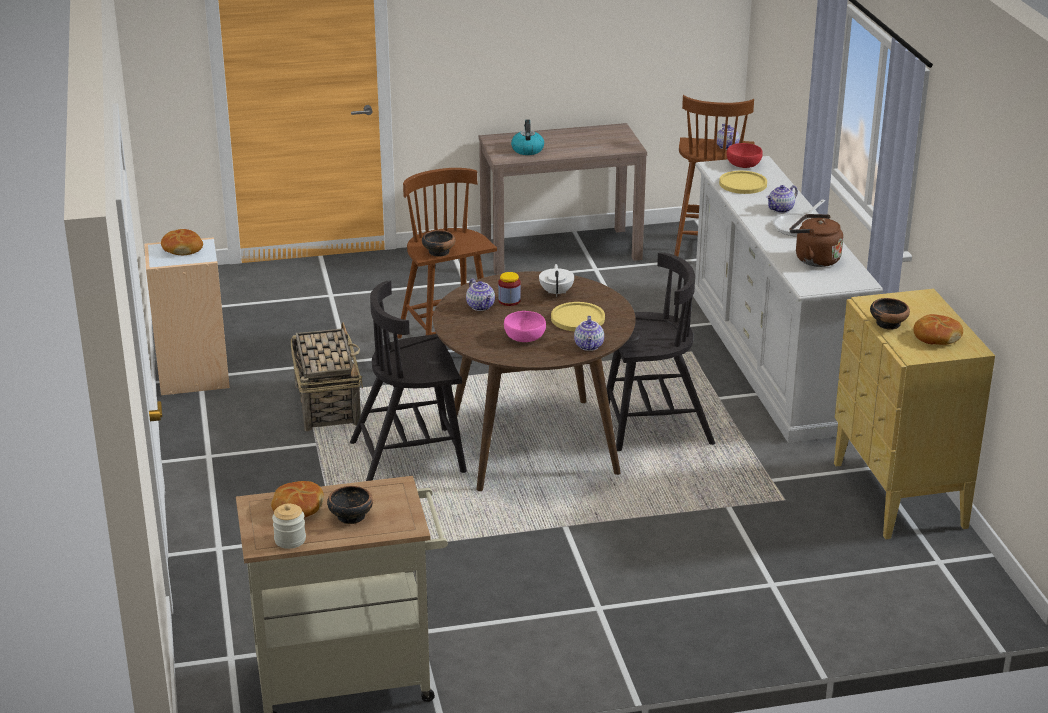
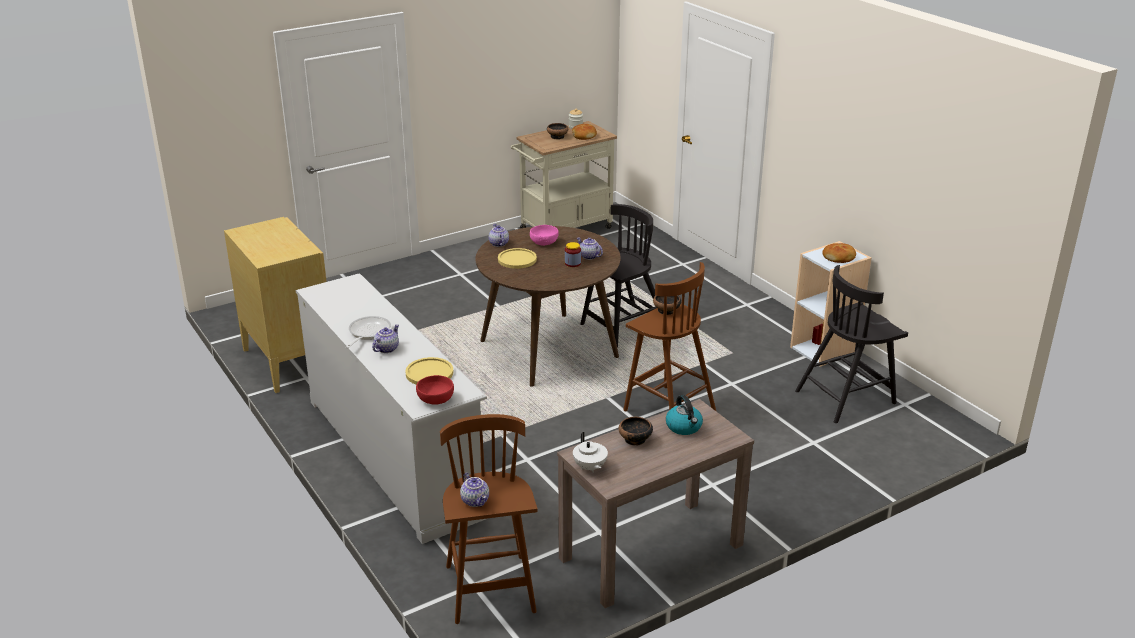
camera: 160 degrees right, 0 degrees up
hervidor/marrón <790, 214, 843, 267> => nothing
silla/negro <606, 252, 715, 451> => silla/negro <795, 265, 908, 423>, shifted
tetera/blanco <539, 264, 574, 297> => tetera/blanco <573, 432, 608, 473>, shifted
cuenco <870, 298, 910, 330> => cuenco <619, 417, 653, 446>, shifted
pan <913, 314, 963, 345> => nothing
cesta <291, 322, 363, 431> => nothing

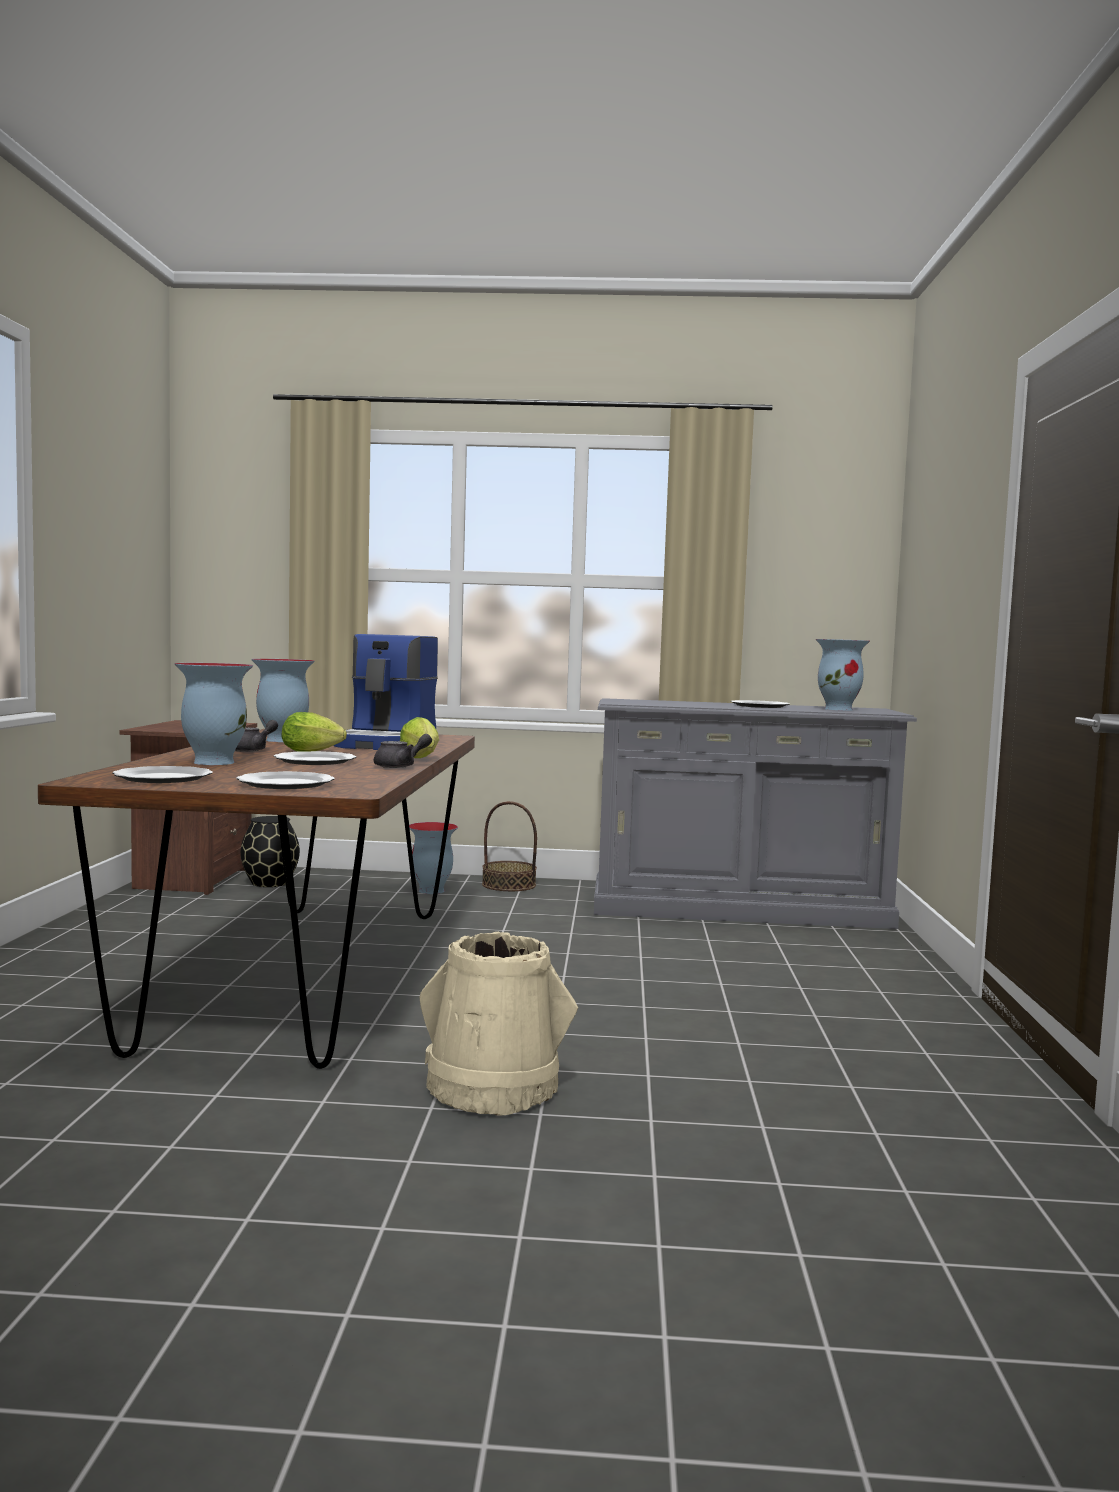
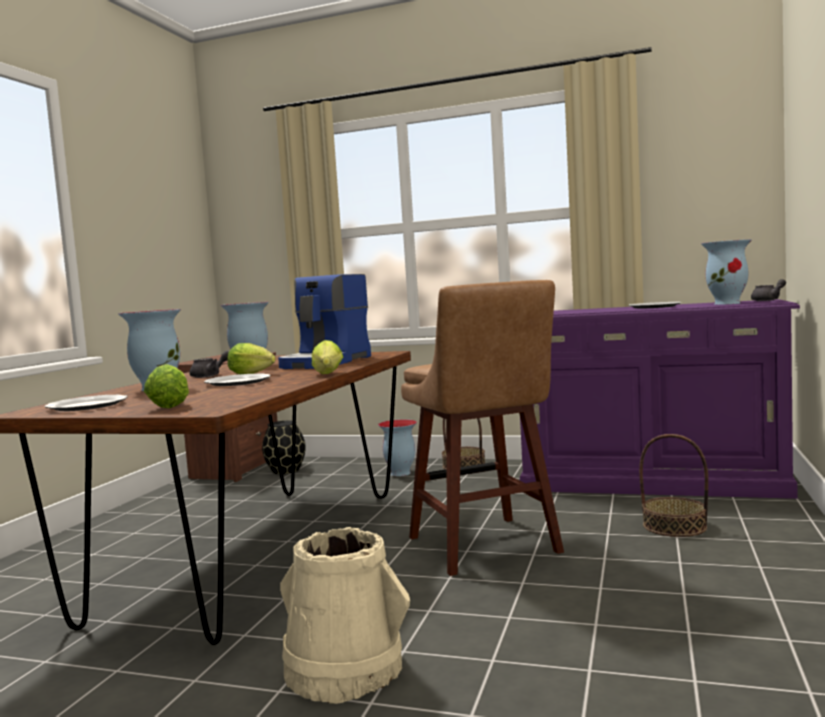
camera: 15 degrees right, 0 degrees up
armario/gris <594, 698, 917, 929> => armario/morado <520, 299, 800, 499>
tetera/gris <374, 734, 432, 768> => tetera/gris <751, 279, 786, 301>, shifted
plato <236, 771, 335, 789> => lechuga <144, 364, 189, 408>
nothing => taburete/marrón <401, 280, 564, 576>
nothing => cesta <639, 434, 708, 537>

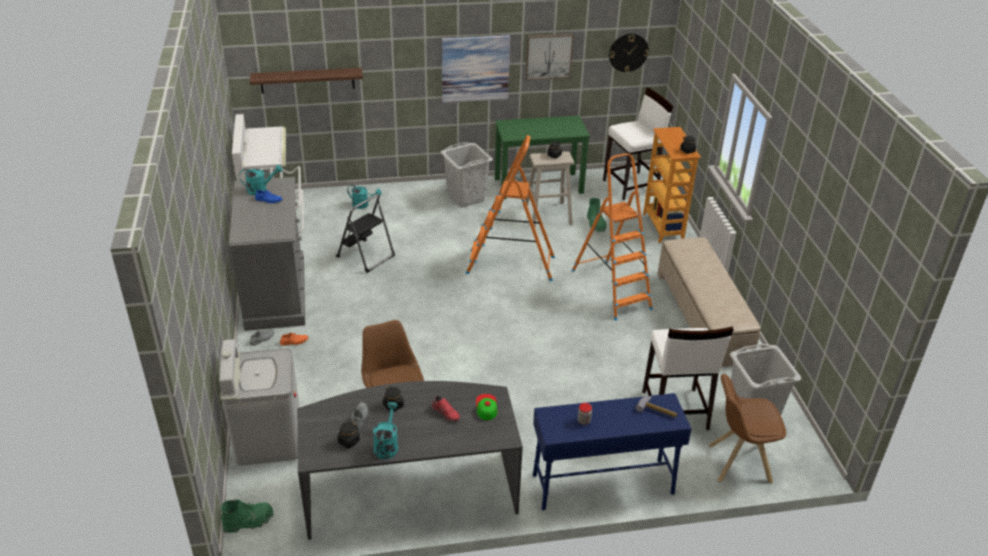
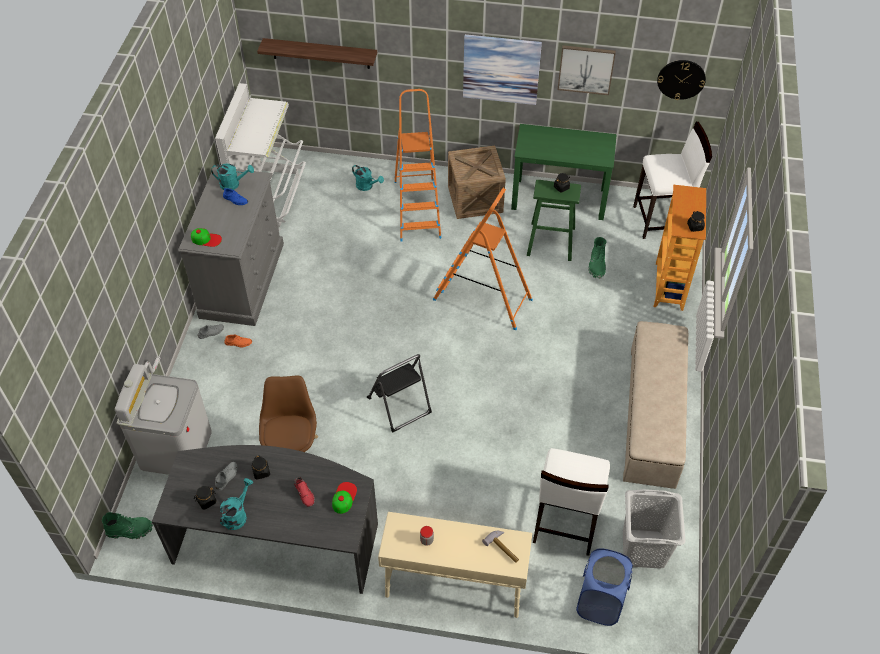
camera: 20 degrees right, 15 degrees up
cesto de la ropa/gris <441, 142, 493, 208> => caja de embalaje <448, 146, 506, 219>
taburete/beis <525, 151, 574, 228> => taburete/verde <527, 180, 581, 261>
escalera de tijera/naranja <572, 153, 652, 321> => escalera de tijera/naranja <394, 89, 441, 242>, shifted
escalera de tijera/negro <336, 194, 395, 273> => escalera de tijera/negro <367, 354, 432, 433>, shifted
silla/marrón <708, 374, 786, 484> => cesto de la ropa/azul <576, 548, 633, 626>
mesa consola/azul <533, 393, 692, 511> => mesa consola/beis <378, 512, 532, 618>
nothing => gorra <191, 228, 222, 247>

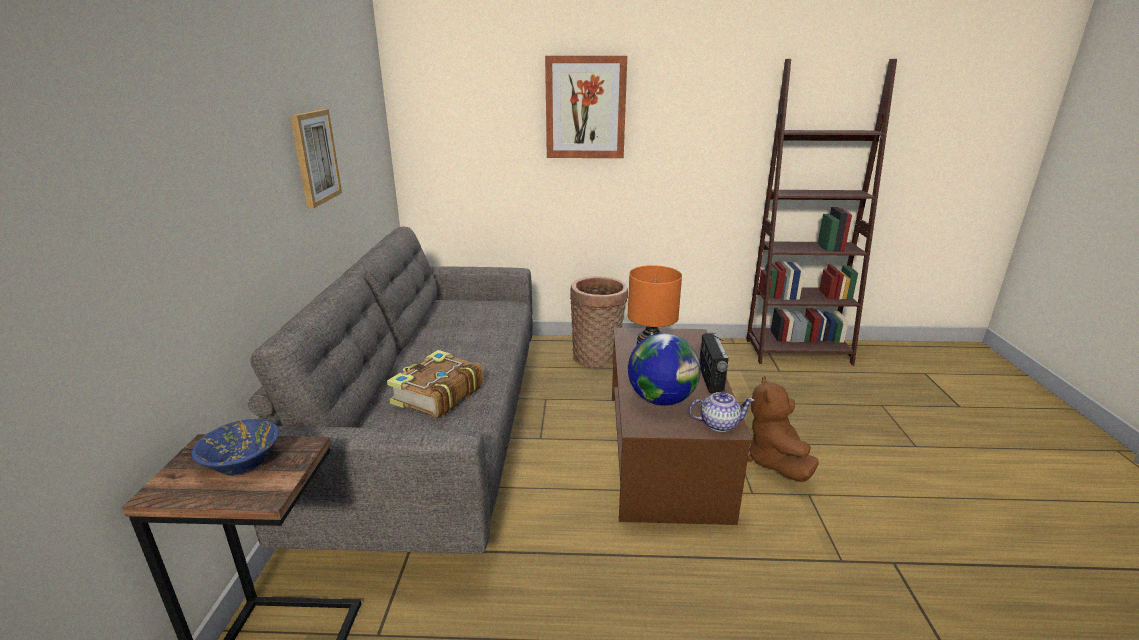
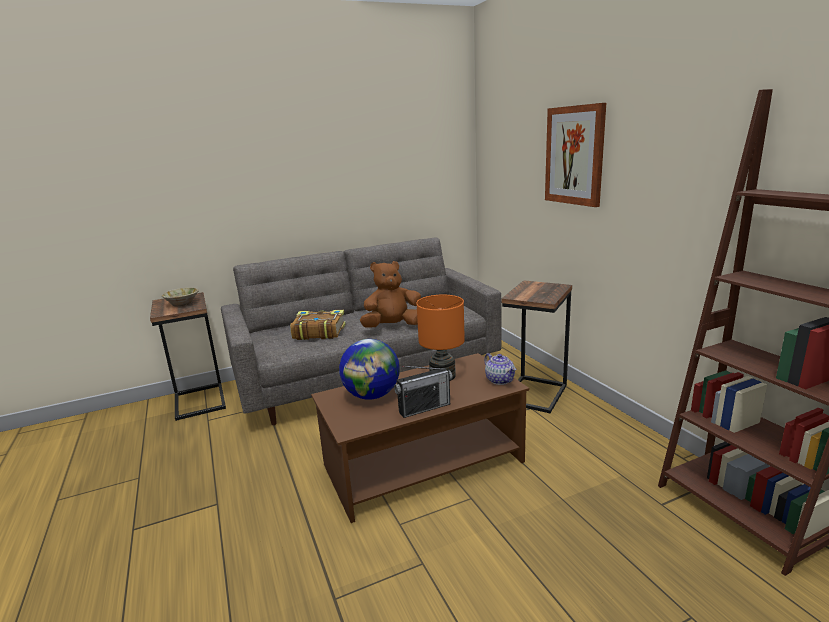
camera: 65 degrees right, 5 degrees down
cuadro <290, 109, 342, 208> => nothing
cesta <570, 276, 628, 367> => mesa auxiliar <502, 280, 572, 413>
peluche/marrón <748, 376, 818, 482> => peluche/marrón <360, 261, 421, 328>, shifted
tetera <689, 392, 755, 432> => tetera <484, 353, 516, 385>, shifted
cuenco/azul <191, 419, 279, 476> => cuenco/beis <162, 288, 199, 307>

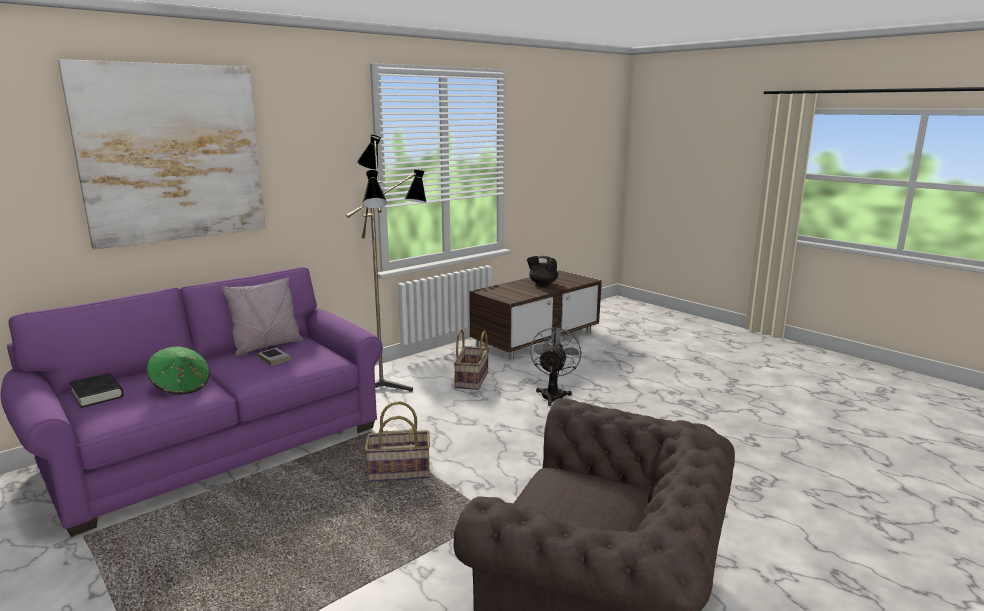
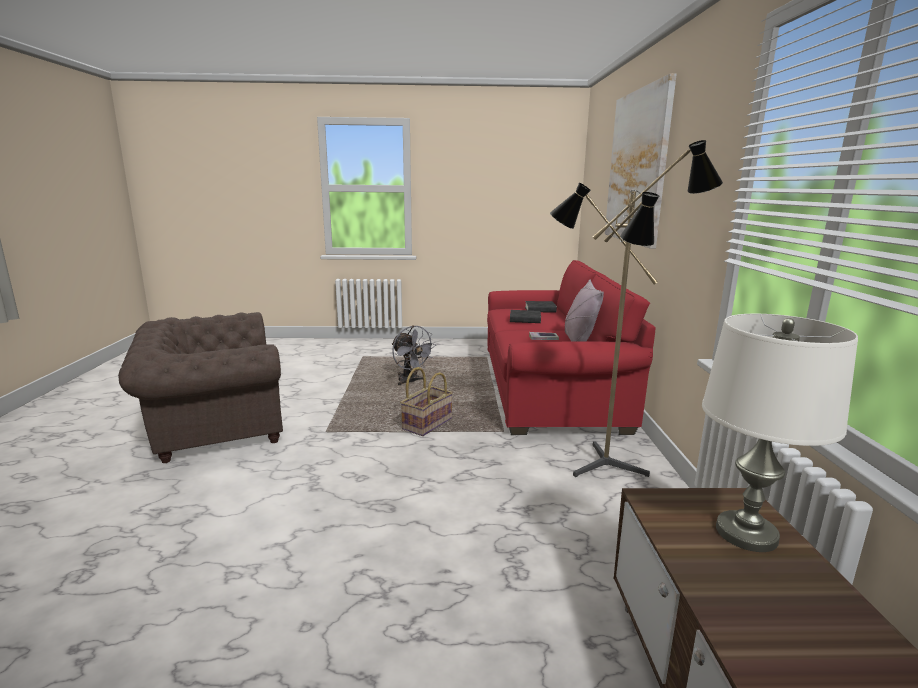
camera: 130 degrees right, 0 degrees up
tetera/negro <527, 256, 558, 285> => nothing
sofá/morado <0, 267, 383, 537> => sofá/rojo <487, 260, 656, 435>
ventilador/gris <530, 325, 582, 406> => ventilador/gris <392, 325, 436, 385>, shifted
cesta <453, 329, 489, 390> => nothing
sombrero/verde <147, 346, 210, 395> => libro/negro <510, 310, 541, 323>
nothing => lámpara de mesa/blanco <702, 314, 858, 552>

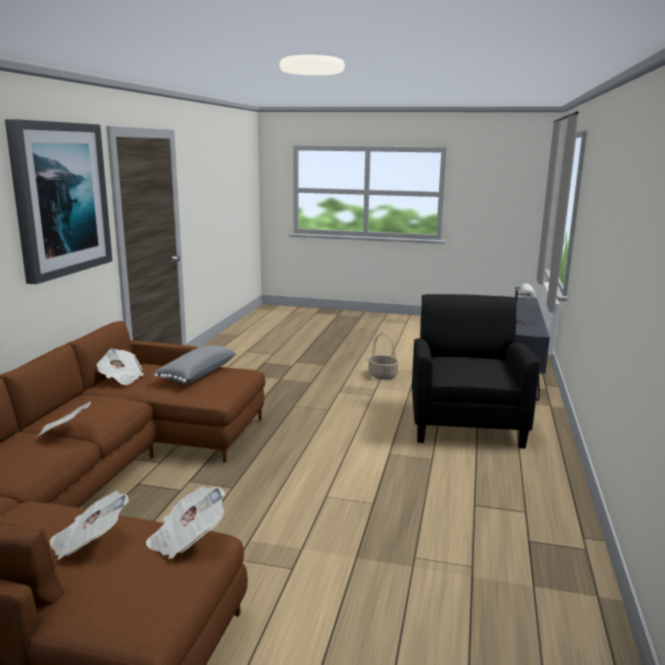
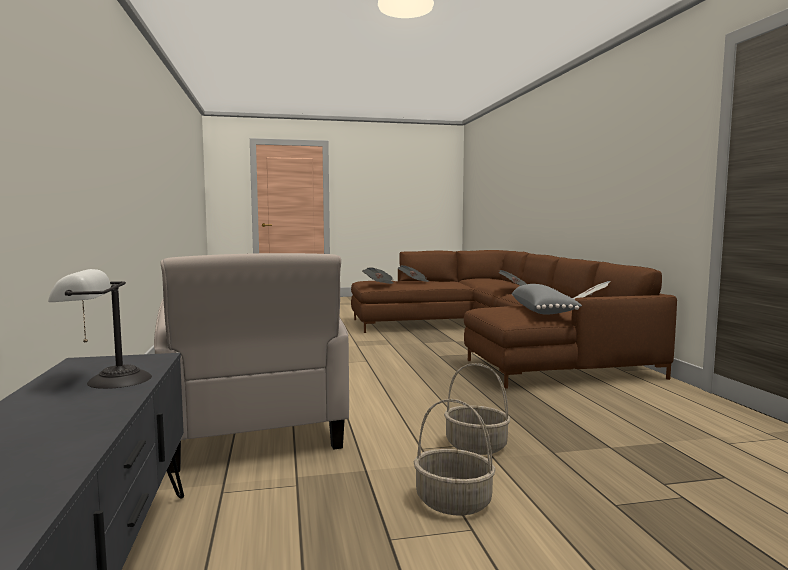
camera: 155 degrees right, 10 degrees down
cuadro <5, 119, 112, 284> => nothing
sillón/negro <412, 294, 541, 449> => sillón/beis <154, 253, 349, 473>
nothing => cesta <444, 363, 510, 455>

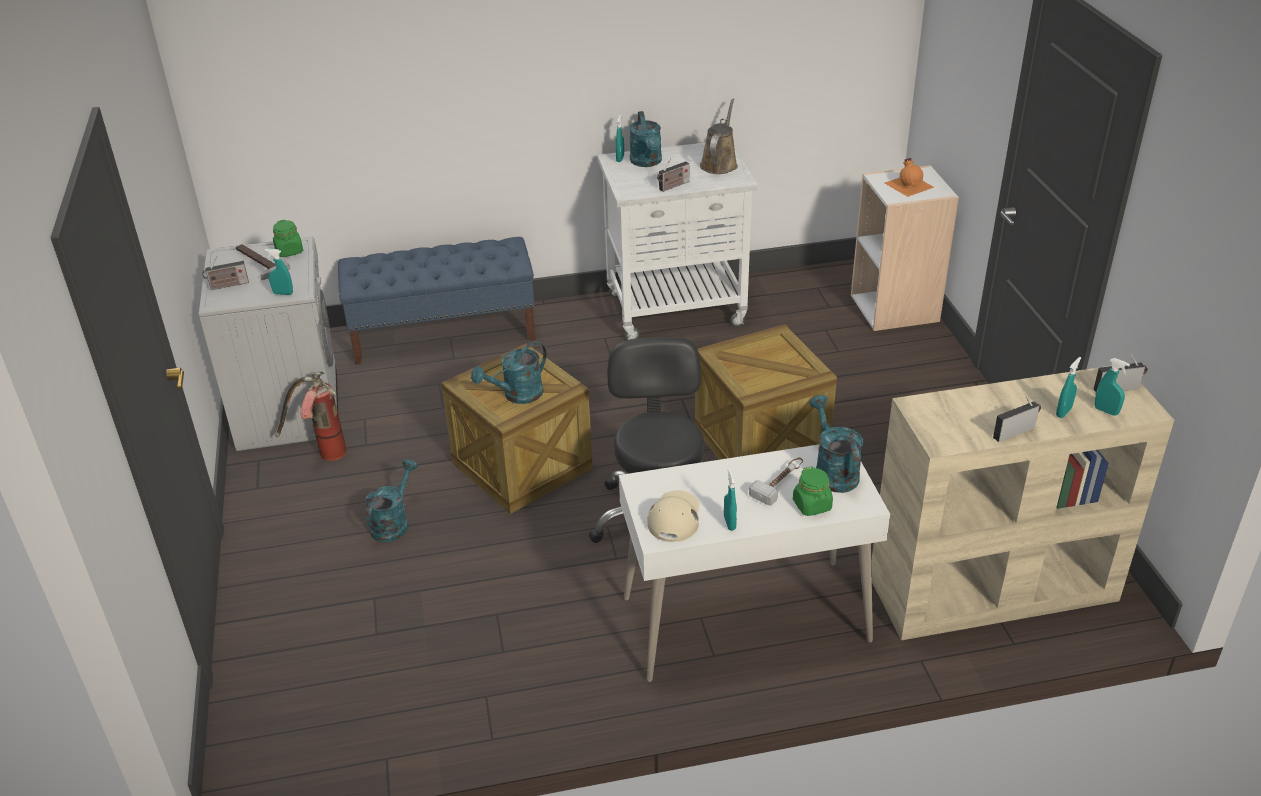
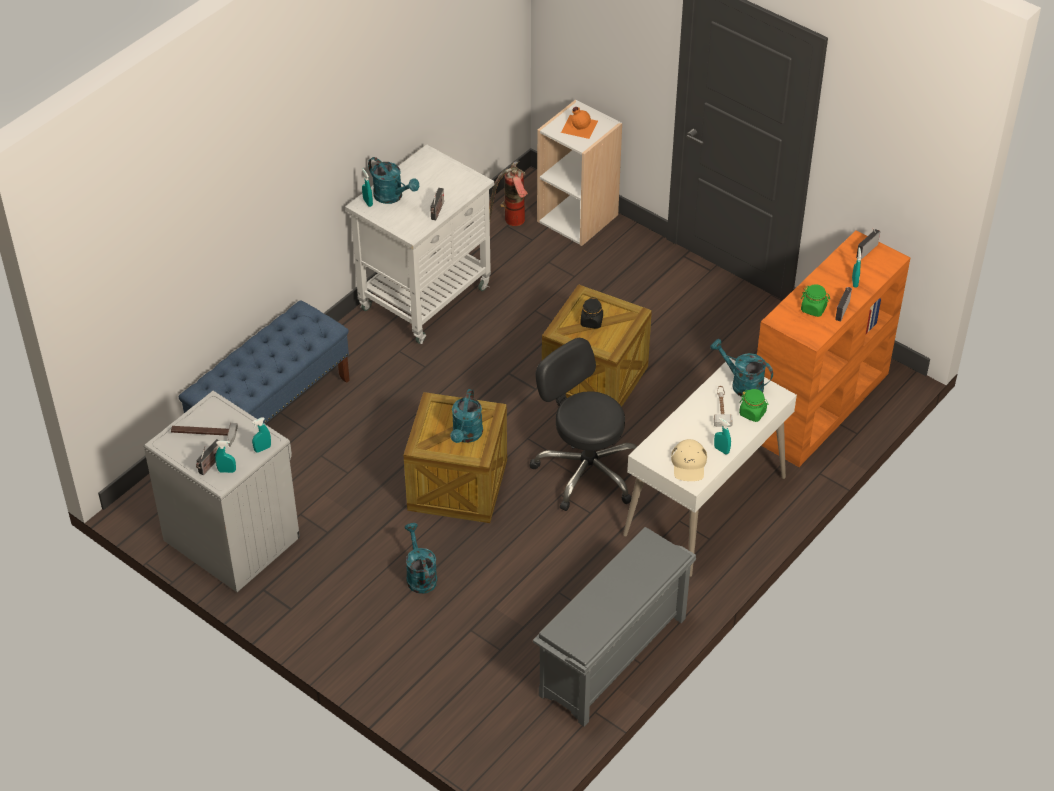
camera: 40 degrees left, 10 degrees up
regadera/marrón <700, 99, 738, 174> => nothing
tarro/verde <273, 220, 303, 257> => tarro/verde <801, 284, 830, 317>, shifted
pulverizador/turquesa <1094, 358, 1130, 416> => pulverizador/turquesa <215, 441, 236, 473>, shifted
estantería/beis <871, 366, 1174, 640> => estantería/naranja <757, 230, 910, 467>
extintor <275, 371, 347, 461> => extintor <489, 161, 528, 226>, shifted
gorra/beis <647, 490, 699, 542> => gorra/beis <671, 439, 707, 481>, 150 degrees counterclockwise
nothing => tarro/negro <581, 297, 603, 328>
nothing => zapatero/gris <533, 527, 696, 726>

